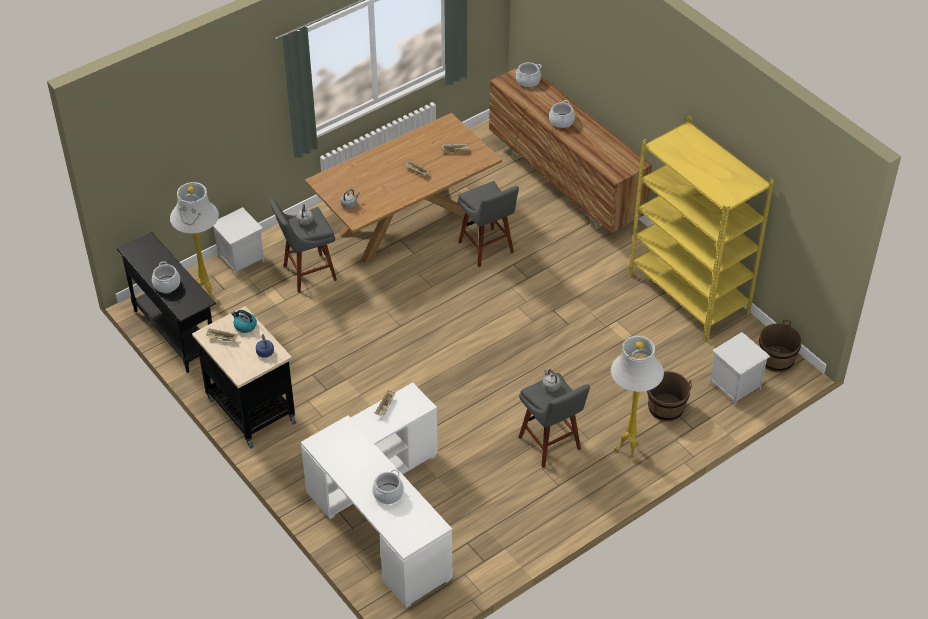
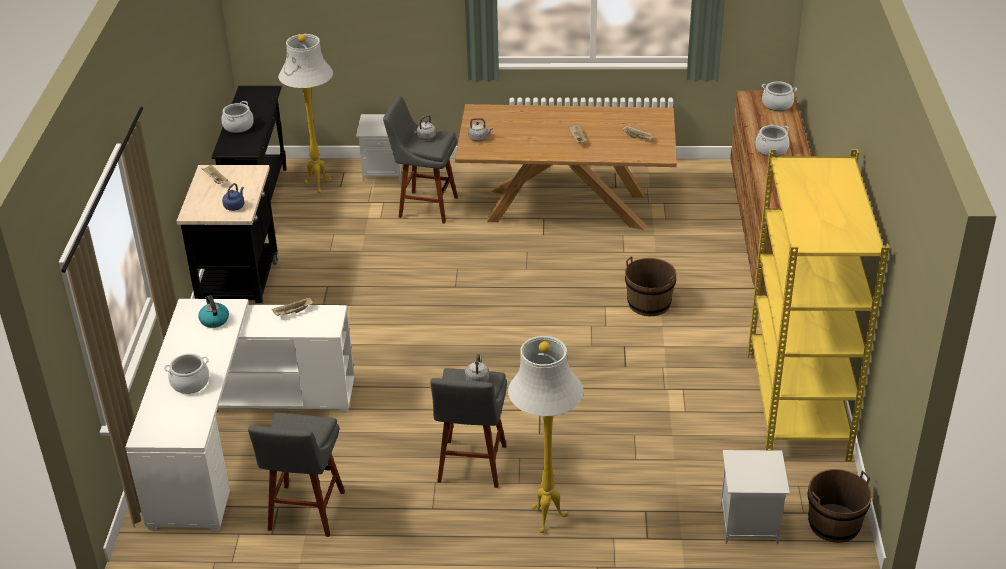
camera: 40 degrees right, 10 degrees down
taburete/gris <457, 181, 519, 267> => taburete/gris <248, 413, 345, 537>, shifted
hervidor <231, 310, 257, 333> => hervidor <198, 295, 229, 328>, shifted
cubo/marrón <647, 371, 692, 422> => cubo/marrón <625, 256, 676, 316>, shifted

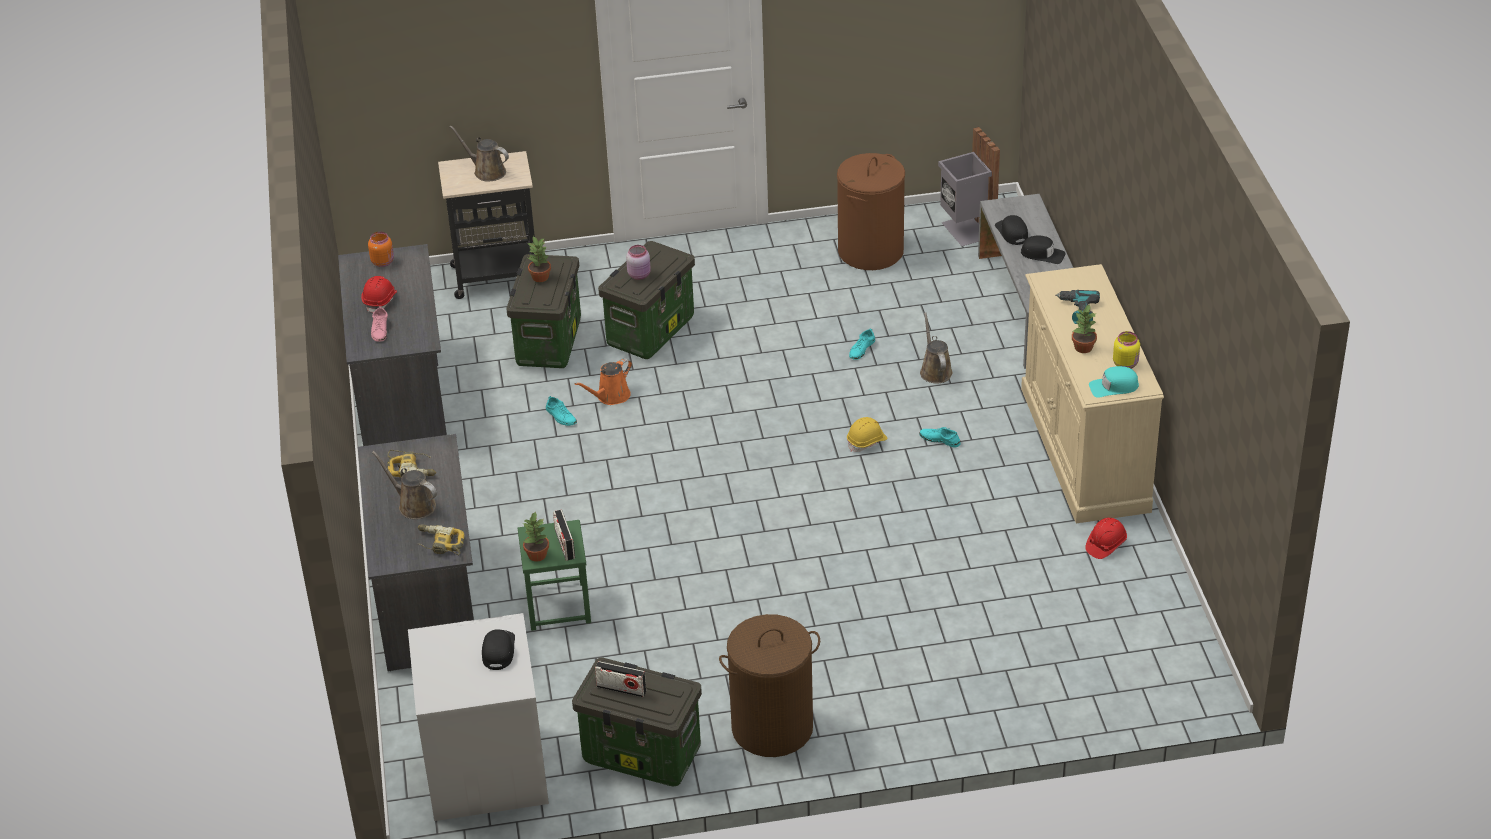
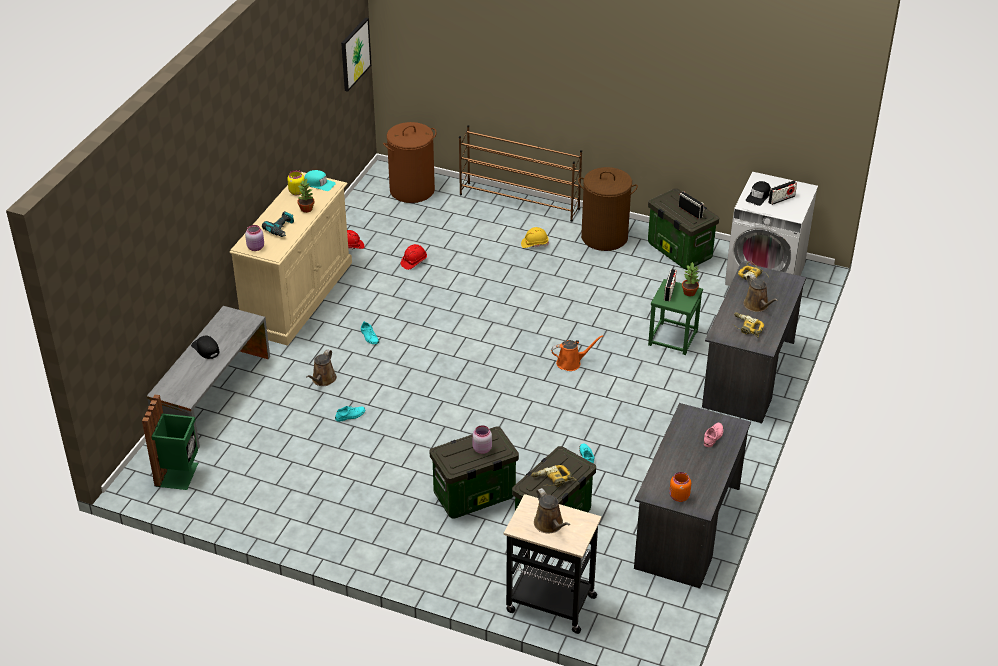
camera: 150 degrees left, 0 degrees up
papelera/gris <938, 127, 1000, 246> => papelera/verde <142, 395, 198, 490>
cesto de la ropa/marrón <837, 153, 905, 270> => cesto de la ropa/marrón <383, 122, 436, 203>, shifted
gorra/negro <995, 215, 1028, 245> => nothing
planta en maceta <528, 236, 551, 282> => taladro <531, 465, 577, 487>
casco/rojo <361, 276, 397, 313> => casco/rojo <400, 244, 427, 270>, shifted
regadera/naranja <575, 358, 632, 405> => regadera/naranja <551, 335, 603, 371>, shifted
casco/amarillo <847, 417, 887, 452> => casco/amarillo <521, 227, 549, 248>, shifted
nothing => cuadro <341, 17, 371, 92>
nothing => zapatero/marrón <459, 125, 582, 221>
nothing => radio <768, 180, 797, 205>
nothing => tarro/rosa <245, 225, 264, 251>

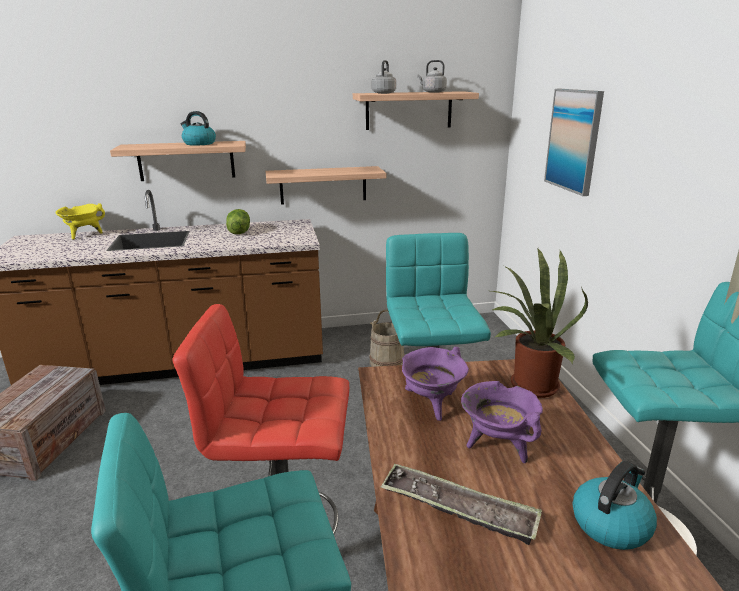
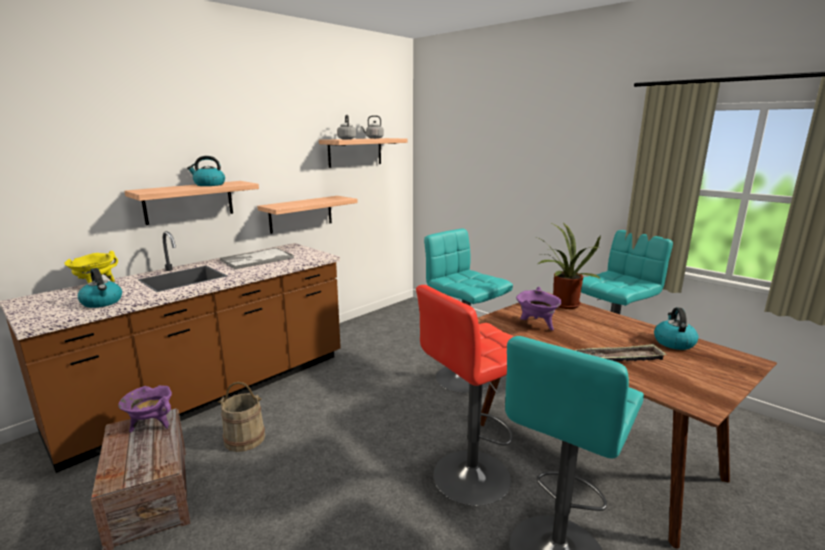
camera: 35 degrees left, 5 degrees down
cuadro <544, 89, 604, 196> => nothing
lechuga <226, 209, 250, 234> => bandeja <220, 248, 294, 269>
cubo/beis <369, 310, 405, 367> => cubo/beis <218, 382, 265, 452>, shifted
olla/morado <461, 381, 543, 463> => olla/morado <118, 385, 172, 432>, shifted
nothing => hervidor <78, 268, 122, 308>

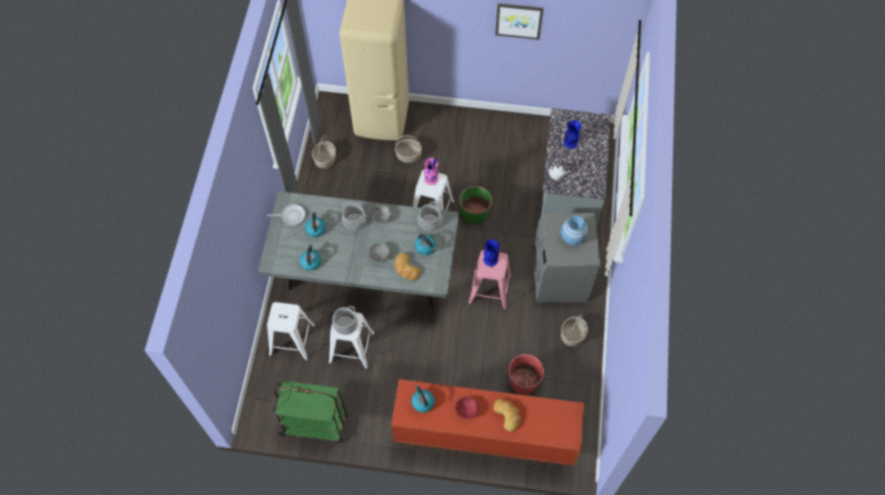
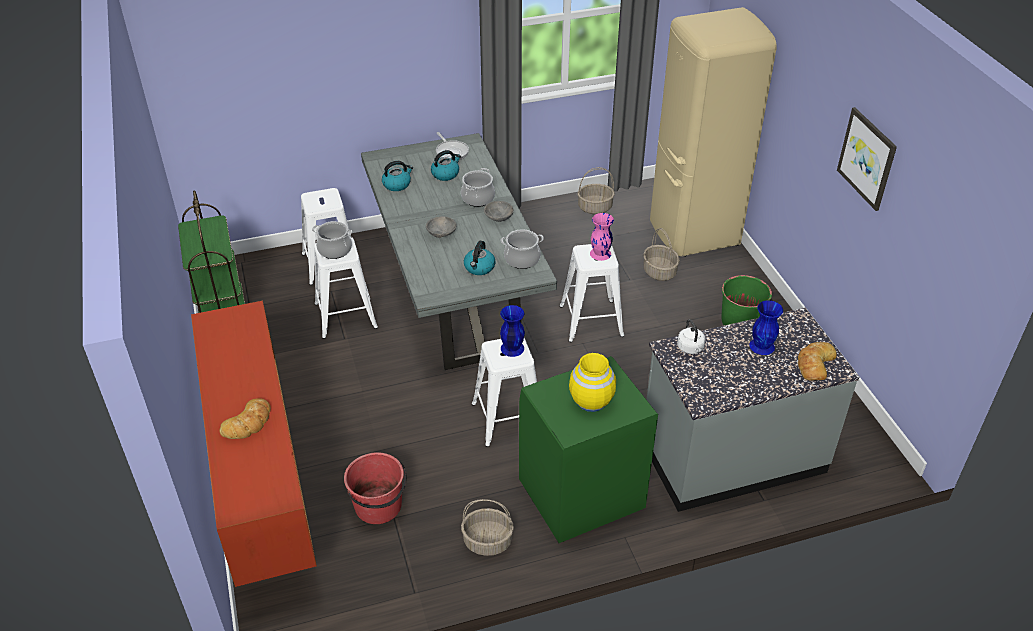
camera: 65 degrees right, 20 degrees down
cubo/verde <458, 186, 492, 224> => cubo/verde <722, 275, 773, 325>, shifted
lavadora/gris <533, 213, 600, 303> => lavadora/verde <519, 356, 658, 543>
florero/azul <561, 216, 588, 245> => florero/amarillo <569, 353, 616, 412>
taburete/rosa <468, 250, 511, 310> => taburete/blanco <472, 338, 537, 447>
pan <395, 253, 421, 281> => pan <798, 342, 837, 381>, shifted
hervidor <411, 385, 435, 413> => nothing
cuenco/rojo <456, 397, 479, 419> => nothing

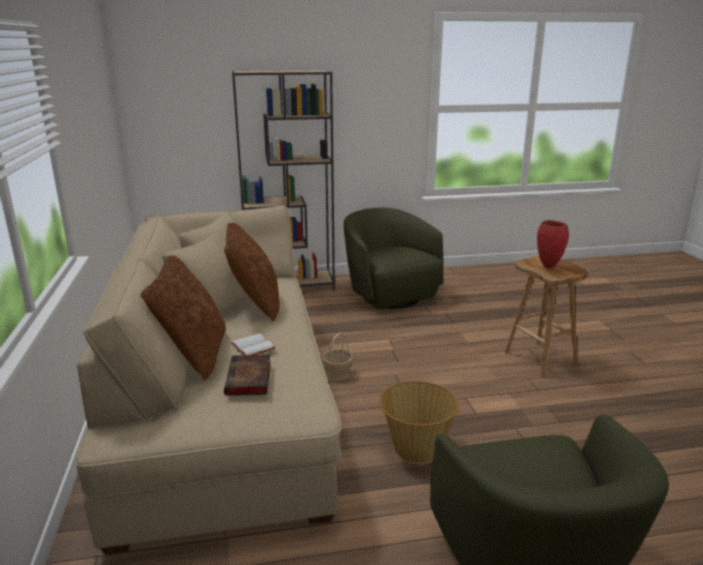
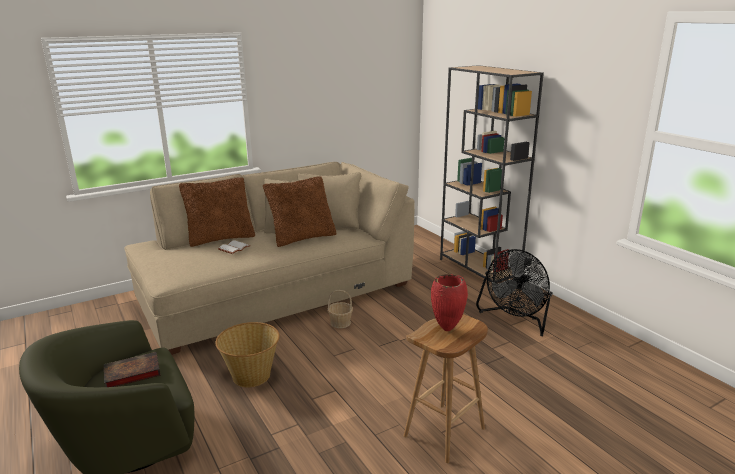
camera: 70 degrees right, 0 degrees up
sillón/verde <343, 208, 443, 309> => ventilador/negro <476, 249, 553, 336>
libro <224, 355, 271, 396> => libro <104, 352, 161, 387>, shifted

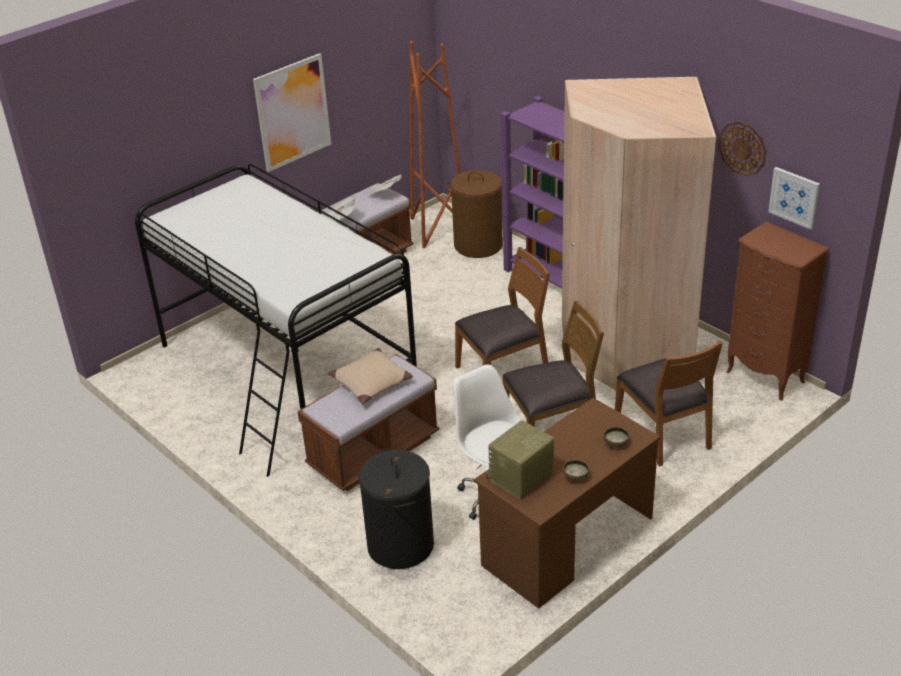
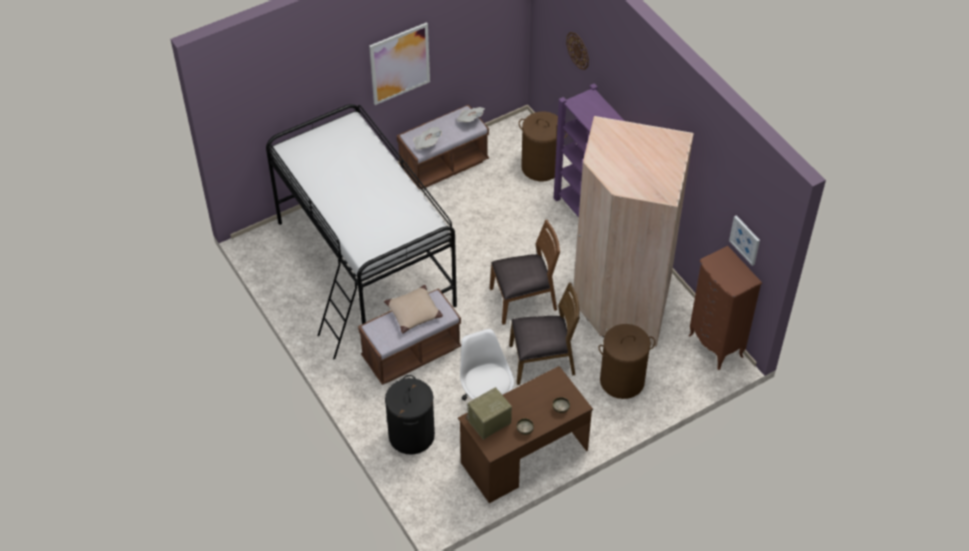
camera: 10 degrees right, 15 degrees up
perchero/marrón <409, 41, 461, 248> => nothing
reloj de pared <718, 121, 766, 176> => reloj de pared <566, 32, 589, 70>, shifted
silla/marrón <615, 341, 723, 467> => cesto de la ropa/marrón <599, 324, 655, 399>

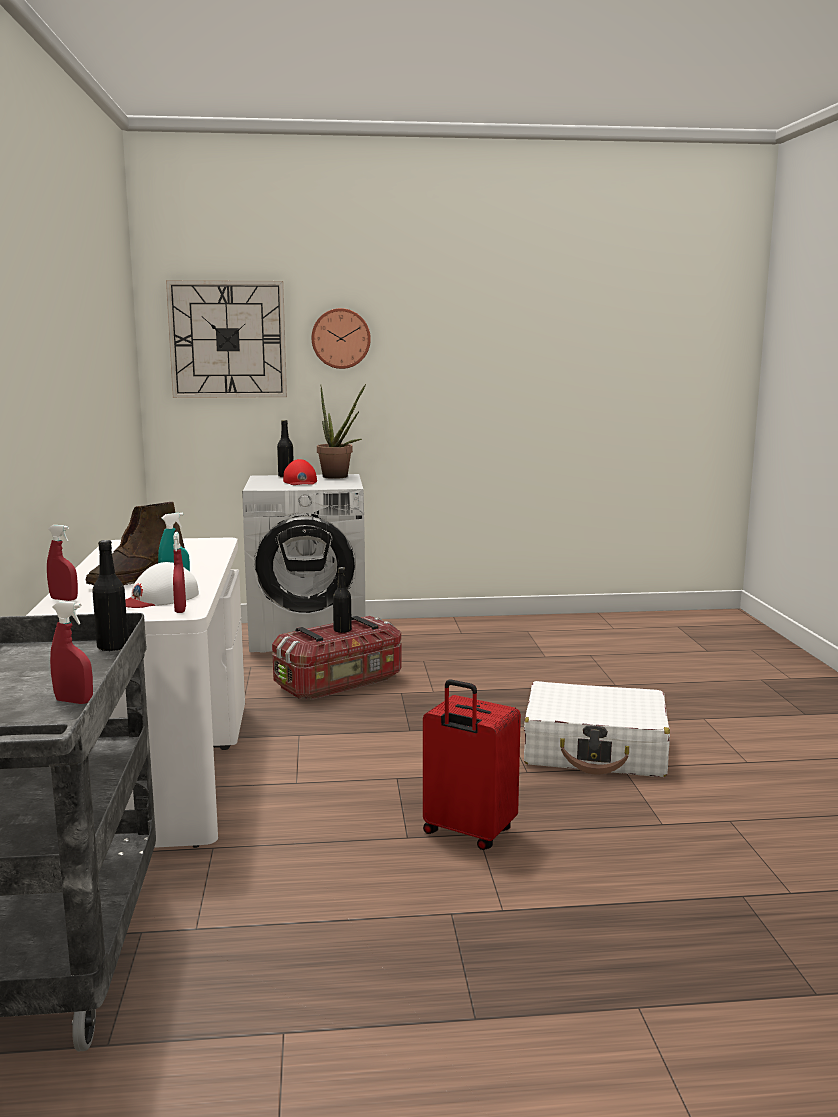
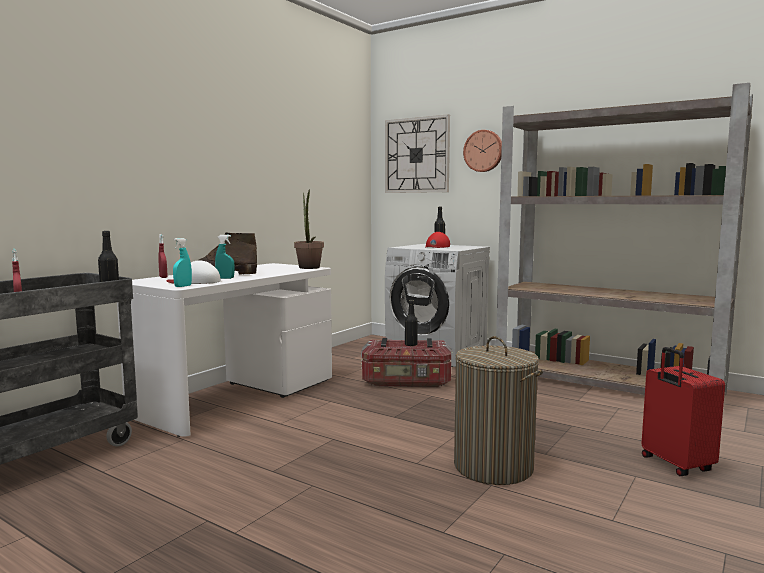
camera: 40 degrees right, 5 degrees down
planta en maceta <317, 384, 366, 479> => planta en maceta <294, 189, 324, 269>, shifted
pulverizador/rojo <173, 532, 186, 613> => pulverizador/turquesa <173, 238, 192, 287>
maleta/rojo <423, 679, 521, 850> => maleta/rojo <641, 347, 725, 476>, shifted
maleta/blanco <524, 681, 670, 777> => cesto de la ropa <454, 336, 543, 485>
nothing => estantería/marrón <496, 83, 753, 395>

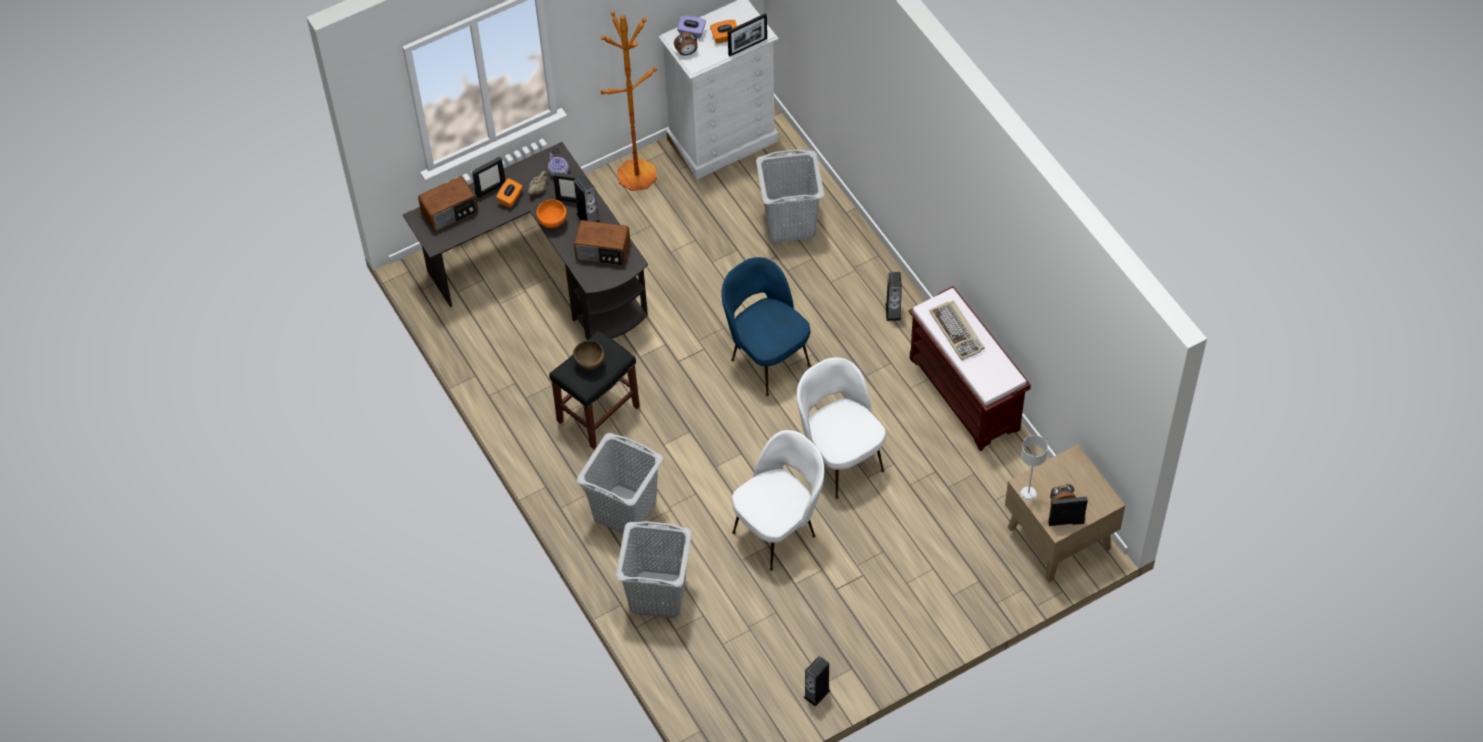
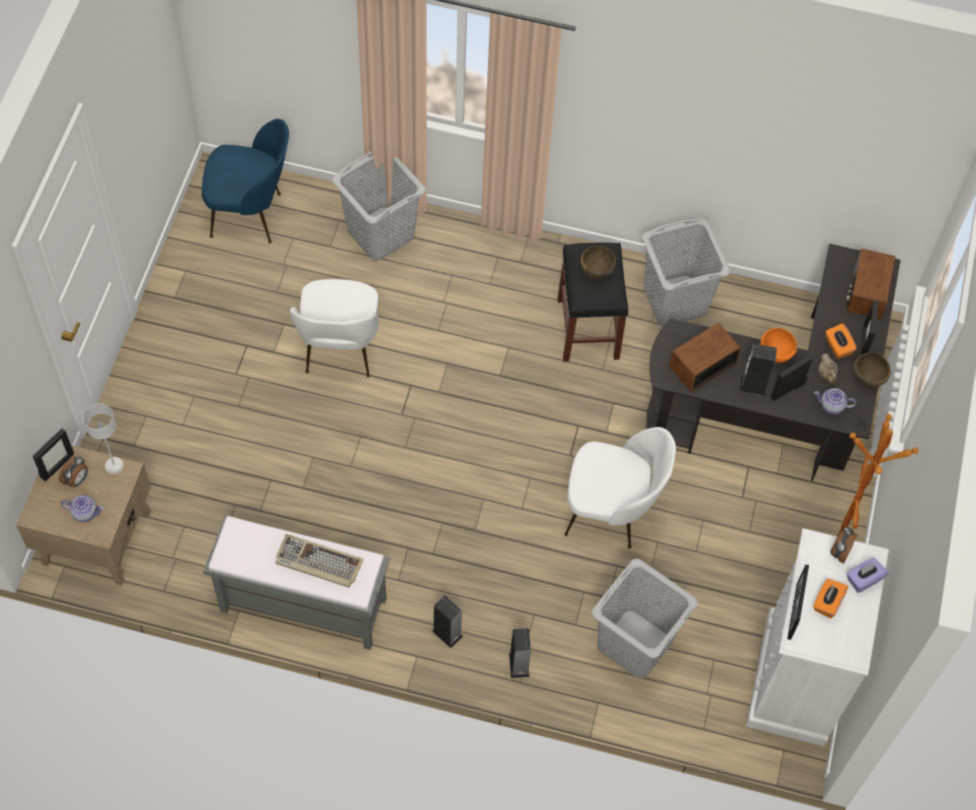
camera: 130 degrees right, 5 degrees up
silla/azul <721, 257, 811, 396> => silla/azul <202, 119, 289, 243>, shifted
banco/marrón <908, 286, 1031, 451> => banco/gris <203, 516, 390, 650>
silla/blanco <797, 358, 886, 499> => silla/blanco <564, 427, 676, 549>, shifted
cesto de la ropa/gris <577, 433, 663, 534> => cesto de la ropa/gris <642, 218, 730, 326>, shifted
altavoz <803, 656, 831, 707> => altavoz <509, 628, 531, 678>, shifted
nothing => cuenco/marrón <853, 352, 891, 388>
nothing => tetera <61, 495, 103, 522>

